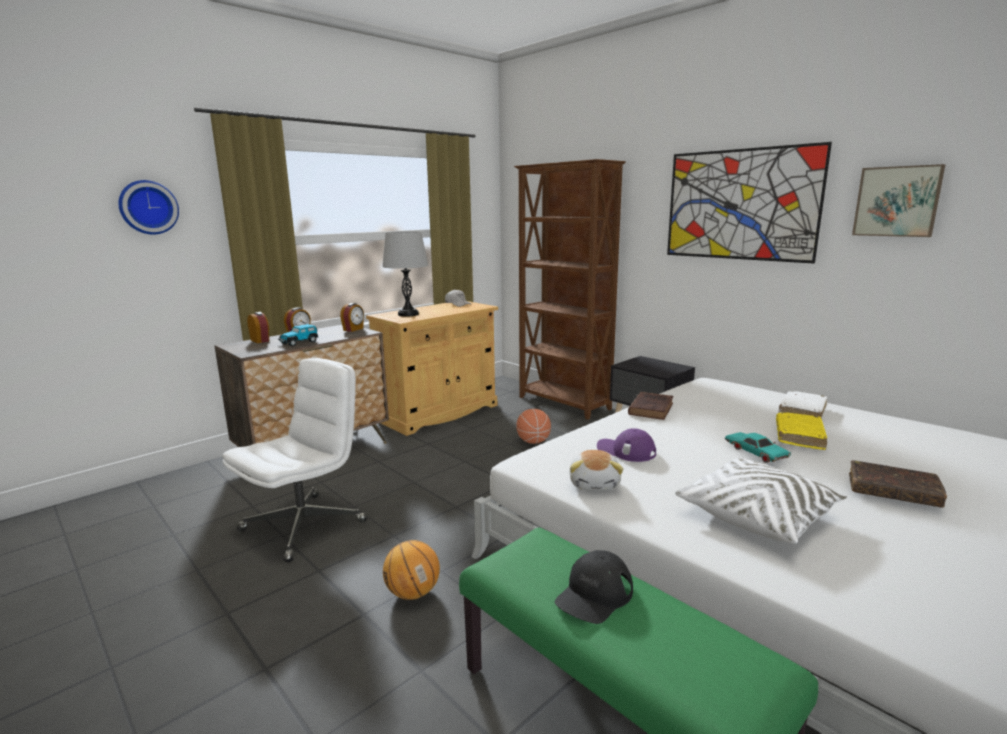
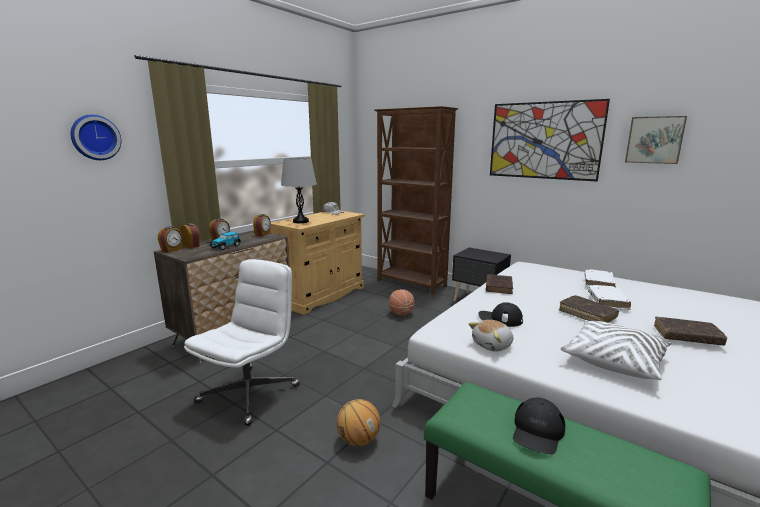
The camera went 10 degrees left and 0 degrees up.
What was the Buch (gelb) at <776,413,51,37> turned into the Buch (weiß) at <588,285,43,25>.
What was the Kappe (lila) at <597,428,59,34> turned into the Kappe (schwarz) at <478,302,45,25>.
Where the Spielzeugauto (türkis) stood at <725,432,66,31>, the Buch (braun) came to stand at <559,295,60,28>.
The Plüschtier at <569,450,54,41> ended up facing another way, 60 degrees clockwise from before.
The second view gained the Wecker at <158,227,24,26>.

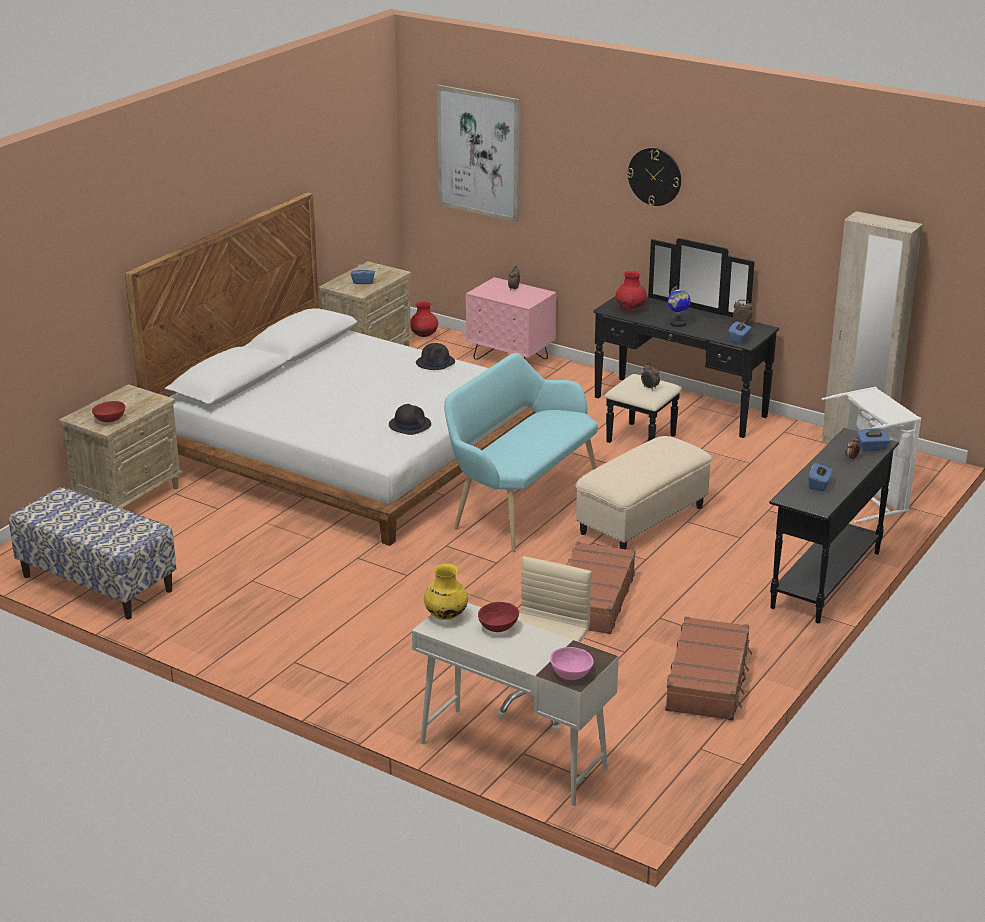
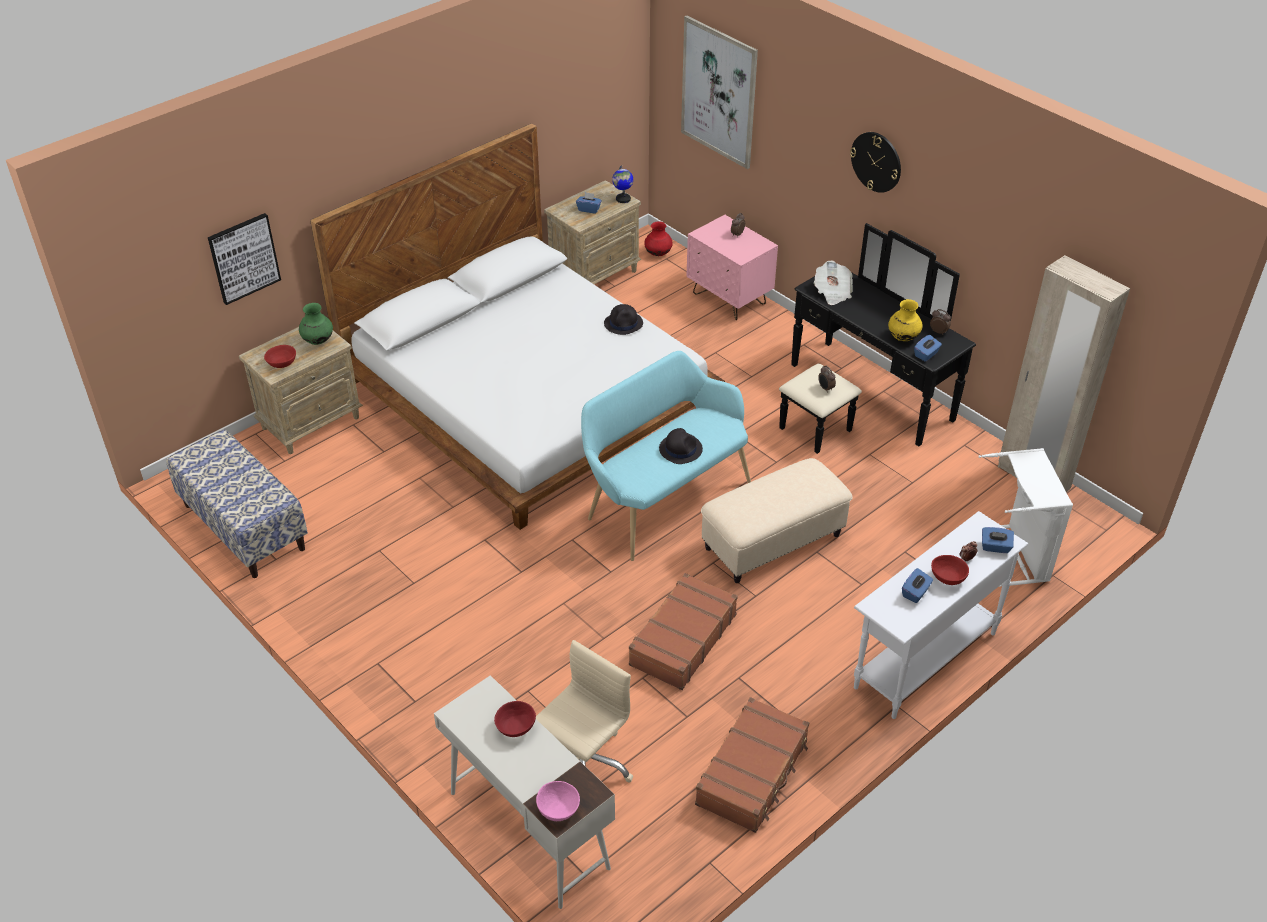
The camera went 15 degrees right and 15 degrees up.
Where the Vase (rot) stood at <615,271,32,40>, the Zeitung came to stand at <814,261,39,44>.
The Globus ended up elsewhere, having gone from <668,286,23,41> to <612,165,21,38>.
The Hut (schwarz) ended up elsewhere, having gone from <389,404,42,31> to <659,428,44,36>.
What was the Konsolentisch (schwarz) at <769,428,130,196> turned into the Konsolentisch (weiß) at <854,511,174,208>.
The Vase (gelb) ended up elsewhere, having gone from <424,564,44,56> to <888,299,35,42>.
The second view gained the Bild at <208,213,73,92>.
The second view gained the Vase (grün) at <299,303,34,42>.
The second view gained the Schüssel (rot) at <931,555,38,30>.

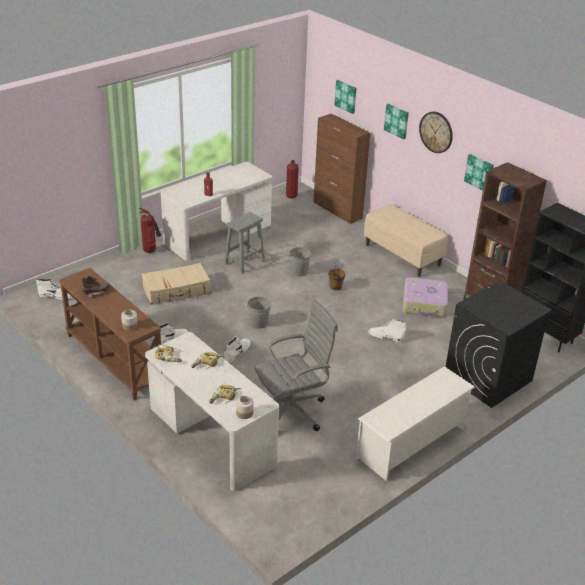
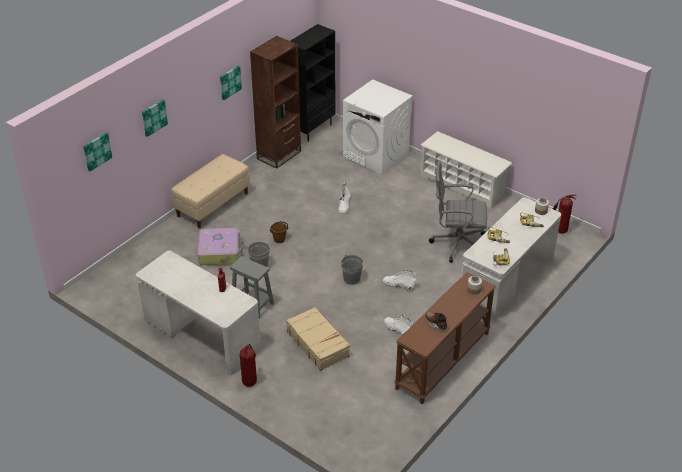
The camera went 100 degrees left and 5 degrees up.
The second view lost the Wanduhr at <419,112,34,41>.
The second view lost the Schrank (braun) at <314,114,56,110>.
The Feuerlöscher ended up elsewhere, having gone from <286,160,13,39> to <553,195,24,39>.
The Koffer ended up elsewhere, having gone from <403,277,45,40> to <197,228,47,37>.
The second view lost the Stiefel (weiß) at <36,279,36,21>.
What was the Waschmaschine (schwarz) at <446,280,106,128> turned into the Waschmaschine (weiß) at <343,79,70,96>.
The Bürostuhl (grau) at <254,300,84,131> ended up facing another way, 45 degrees counterclockwise from before.

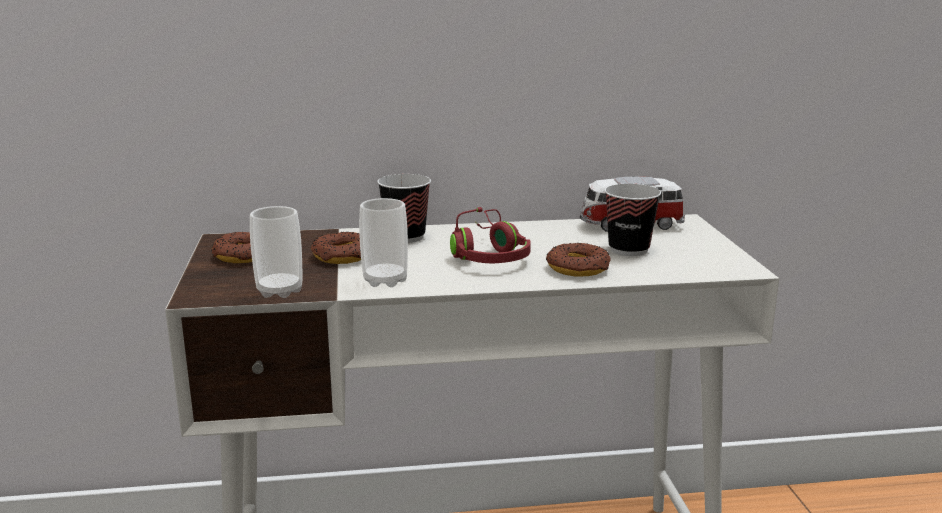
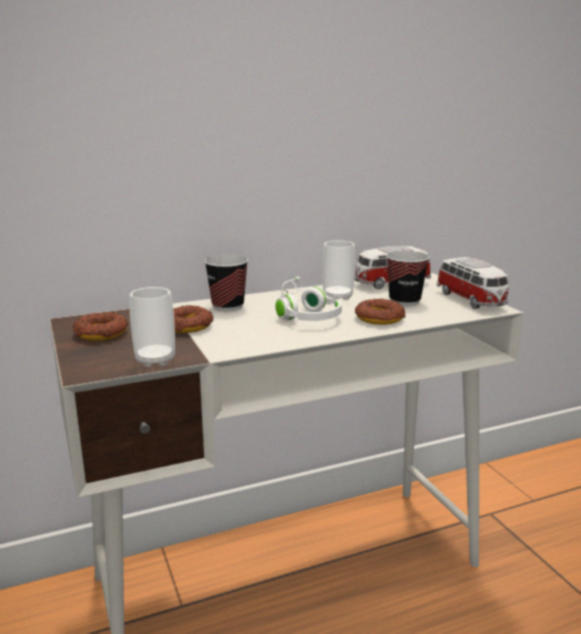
The camera went 15 degrees left and 0 degrees up.
The Tasse ended up elsewhere, having gone from <359,198,49,89> to <322,240,33,60>.
What was the Kopfhörer (rot) at <450,207,81,56> turned into the Kopfhörer (weiß) at <275,277,67,44>.
The second view gained the Spielzeugauto at <436,257,73,52>.

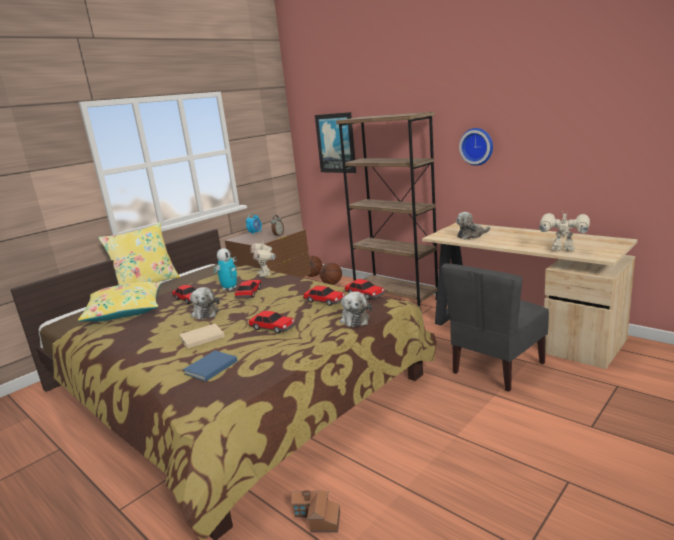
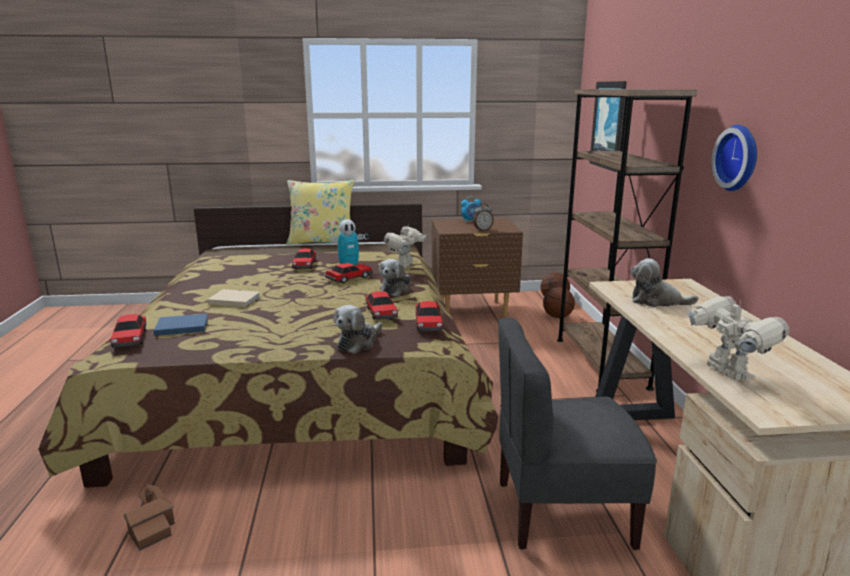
The camera went 40 degrees right and 0 degrees up.
The second view lost the Kissen (gelb) at <78,282,83,39>.
The Plüschtier ended up elsewhere, having gone from <190,287,29,33> to <379,259,31,38>.
The Spielzeugauto ended up elsewhere, having gone from <249,310,47,24> to <110,314,36,33>.

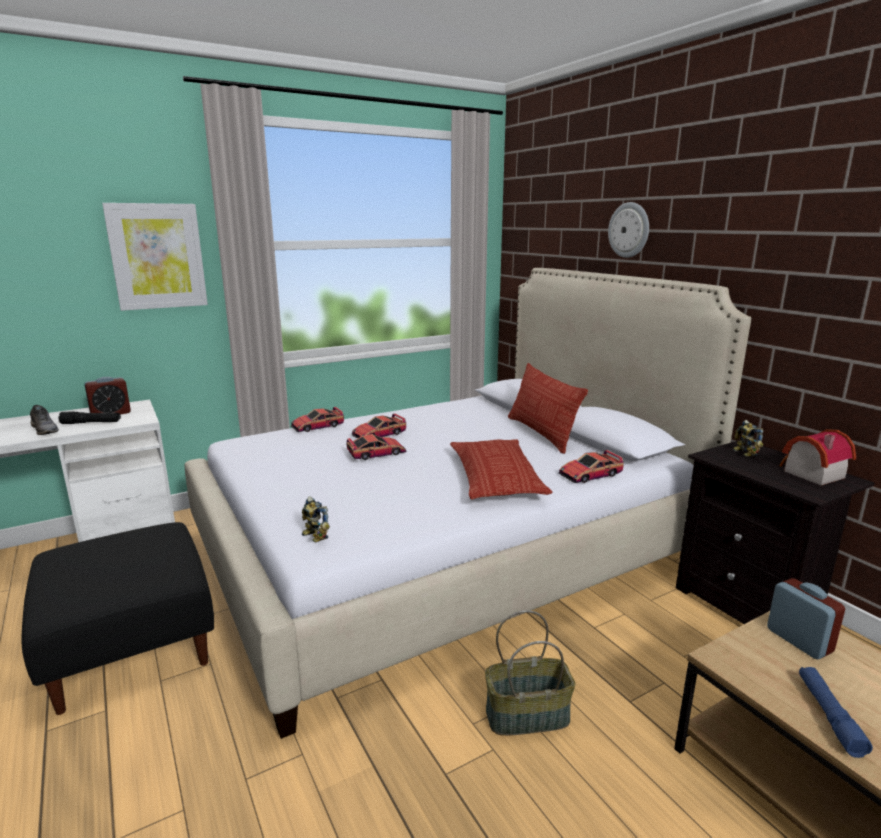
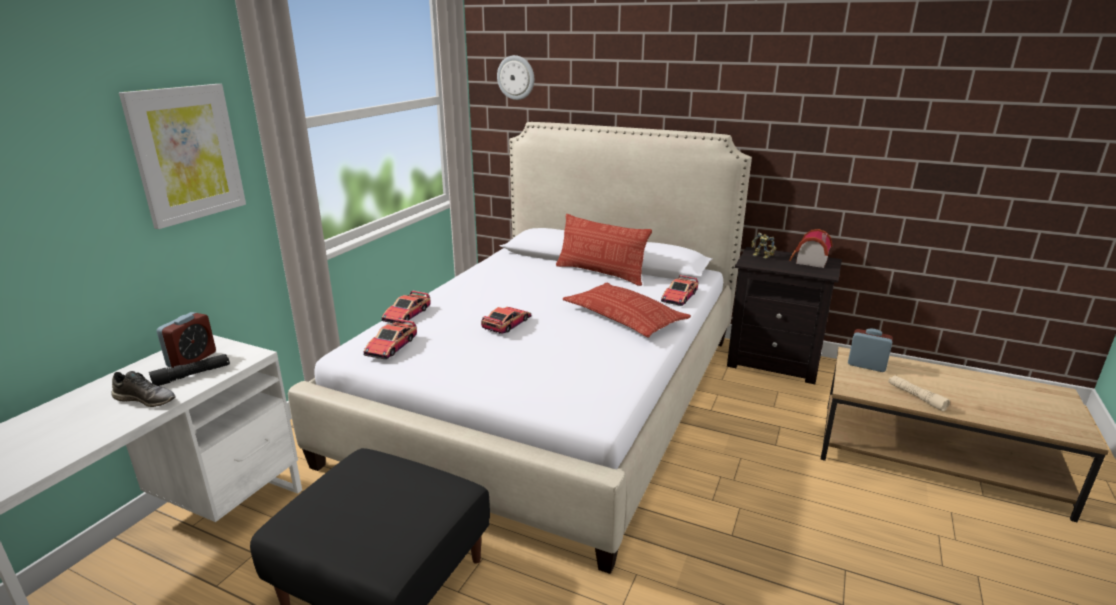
The camera went 35 degrees left and 5 degrees up.
The Wanduhr ended up elsewhere, having gone from <608,202,41,56> to <497,55,37,45>.
The Spielzeugauto ended up elsewhere, having gone from <352,414,54,24> to <363,319,54,40>.
The second view lost the Spielzeugroboter at <302,496,28,47>.
The second view lost the Korb at <485,610,91,126>.
What was the Taschenlampe (blau) at <799,667,74,91> turned into the Taschenlampe (beige) at <889,375,61,36>.

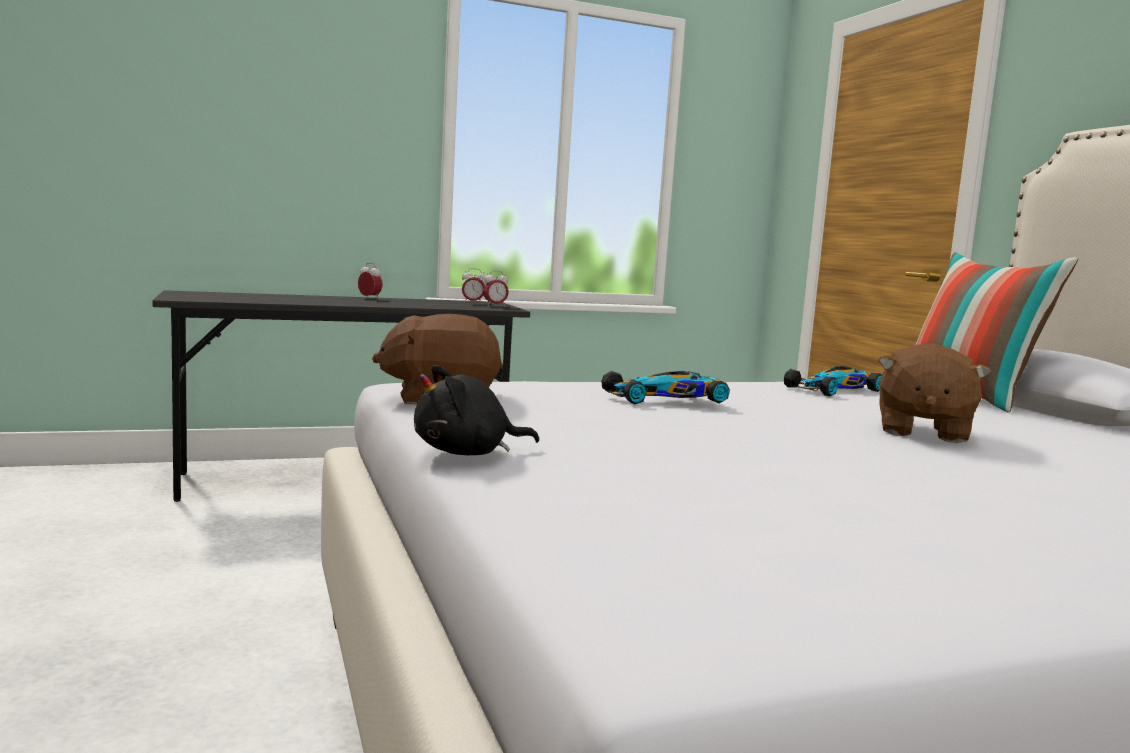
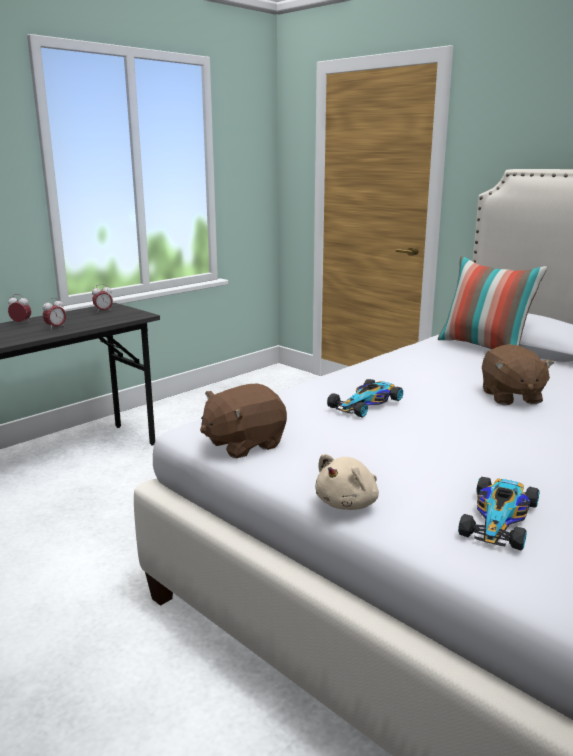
The camera went 25 degrees left and 10 degrees up.
The Wecker ended up elsewhere, having gone from <483,271,26,36> to <43,298,23,32>.
What was the Plüschtier (schwarz) at <414,365,125,90> turned into the Plüschtier (beige) at <315,454,64,56>.
The Spielzeugauto ended up elsewhere, having gone from <784,366,98,30> to <458,477,82,74>.

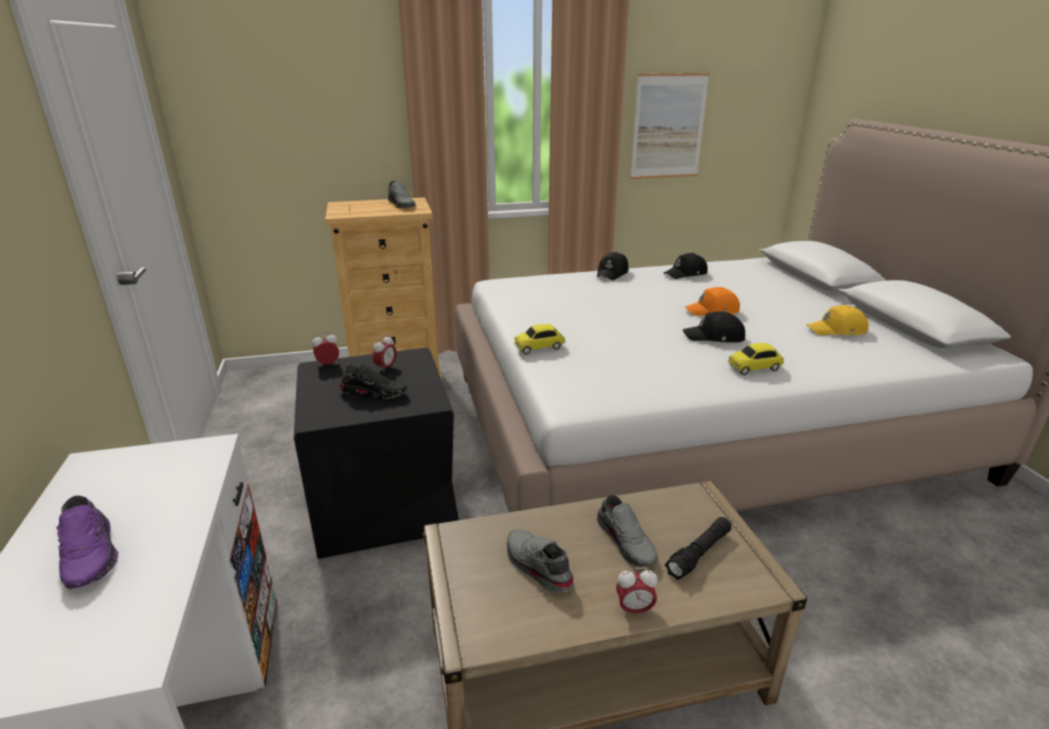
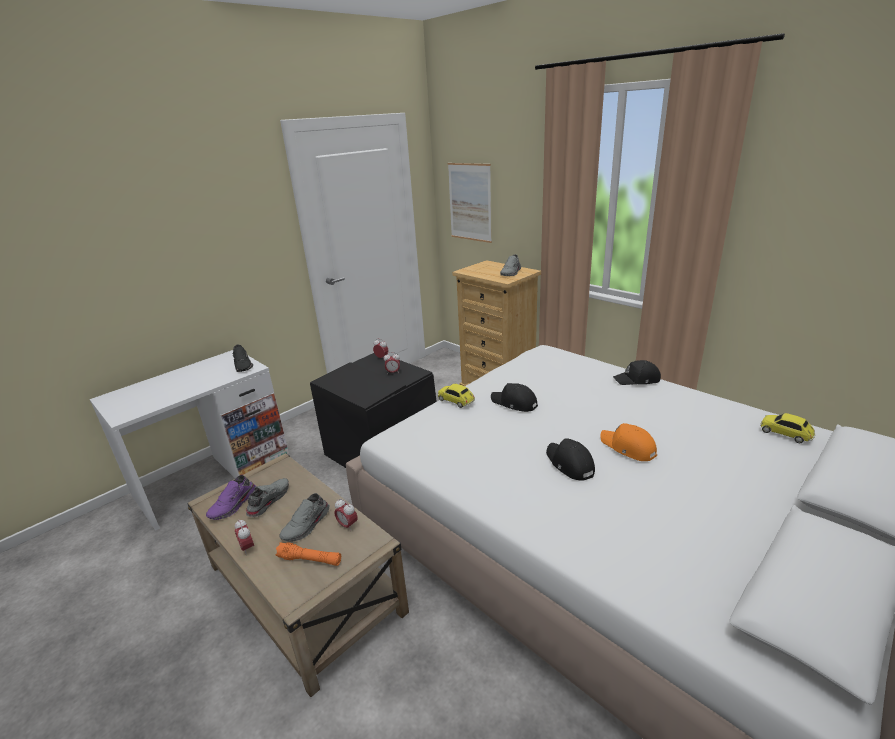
The camera went 60 degrees right and 0 degrees up.
The Bild ended up elsewhere, having gone from <630,73,80,106> to <448,163,44,80>.
The Kappe (schwarz) ended up elsewhere, having gone from <664,253,44,26> to <491,383,47,29>.
The second view lost the Kappe (gelb) at <807,305,61,30>.
The Spielzeugauto ended up elsewhere, having gone from <728,343,56,32> to <760,413,55,30>.
The Schuh (schwarz) ended up elsewhere, having gone from <339,364,69,35> to <233,345,20,27>.
The Schuh (lila) ended up elsewhere, having gone from <56,495,62,94> to <206,475,50,45>.
What was the Taschenlampe (schwarz) at <665,517,67,63> turned into the Taschenlampe (orange) at <276,542,65,24>.
The second view gained the Wecker at <334,499,24,32>.

